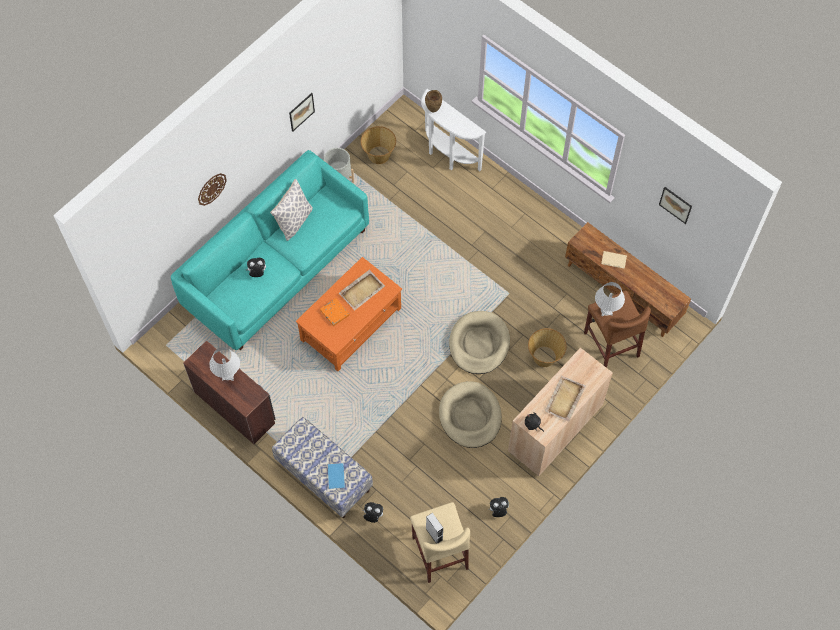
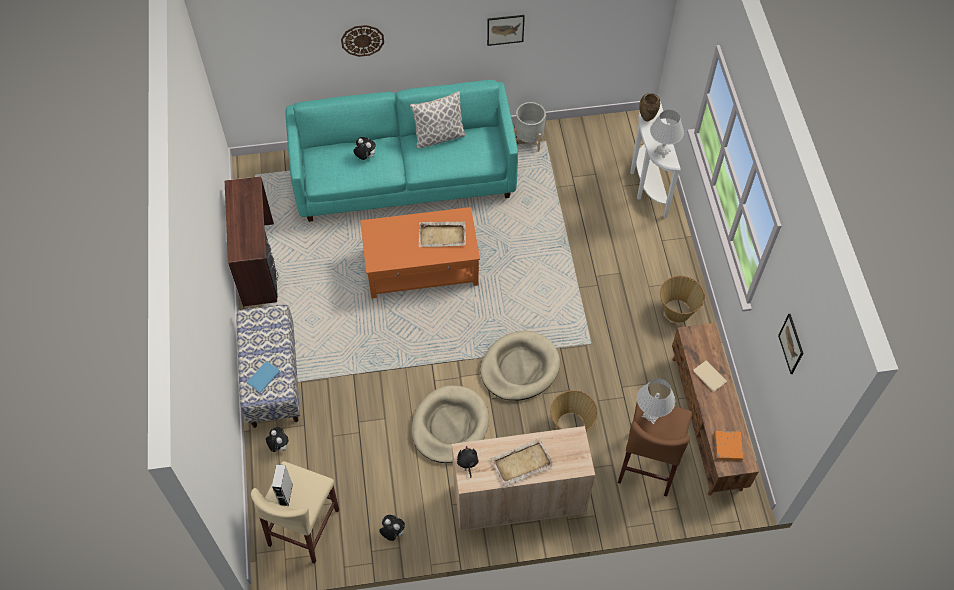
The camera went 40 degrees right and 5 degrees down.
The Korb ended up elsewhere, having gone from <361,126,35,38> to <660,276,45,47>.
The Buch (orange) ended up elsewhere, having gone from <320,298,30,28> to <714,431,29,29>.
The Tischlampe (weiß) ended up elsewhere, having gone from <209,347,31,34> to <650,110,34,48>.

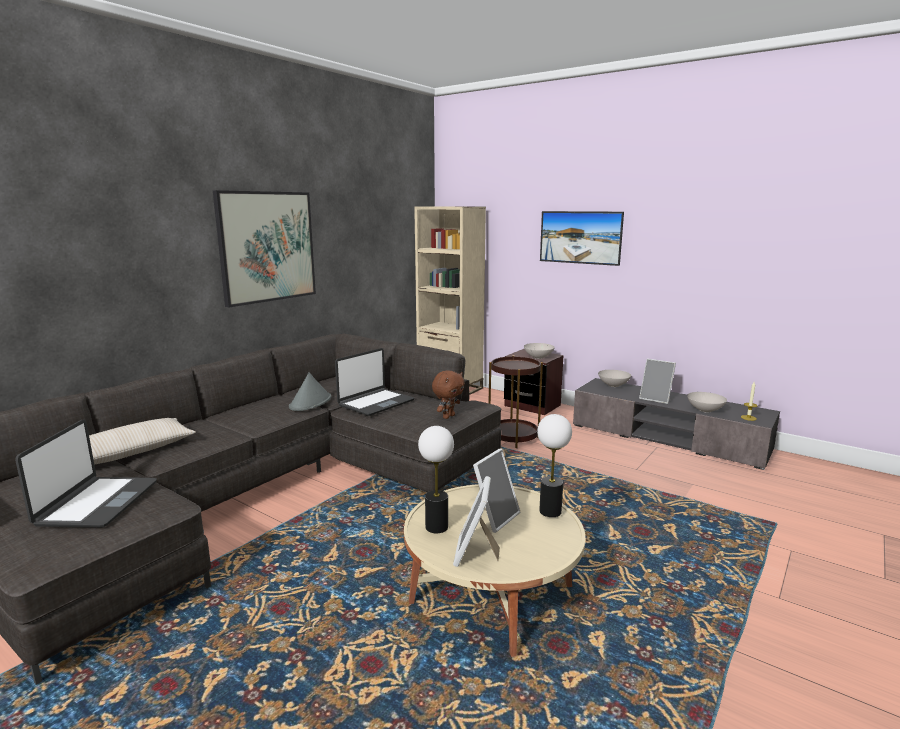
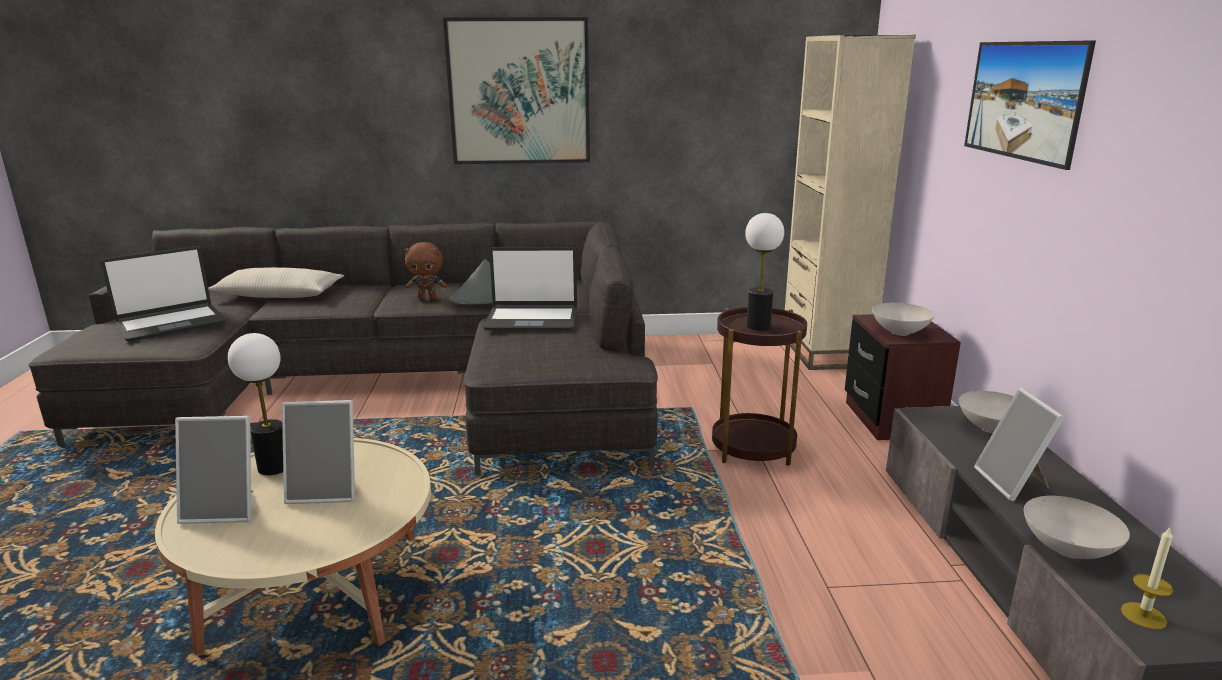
The camera went 50 degrees right and 5 degrees up.
The Plüschtier (braun) ended up elsewhere, having gone from <432,370,33,49> to <404,242,43,58>.
The Tischlampe ended up elsewhere, having gone from <537,414,35,103> to <745,213,39,118>.
The Bilderrahmen at <453,476,47,91> ended up facing another way, 150 degrees counterclockwise from before.

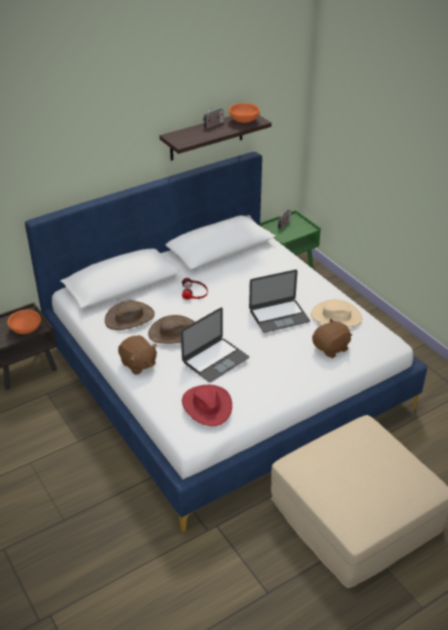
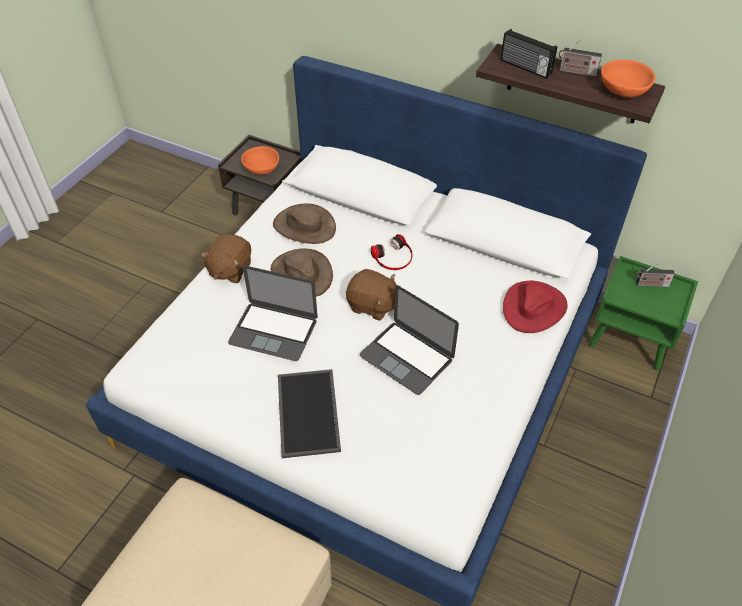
The camera went 60 degrees right and 10 degrees up.
The second view lost the Hut (beige) at <311,299,51,28>.
The Plüschtier (braun) ended up elsewhere, having gone from <312,318,40,40> to <346,269,50,52>.
The Hut (rot) ended up elsewhere, having gone from <182,385,50,41> to <503,280,65,53>.
The second view gained the Radio at <500,29,57,50>.
The second view gained the Tablett at <278,369,63,89>.

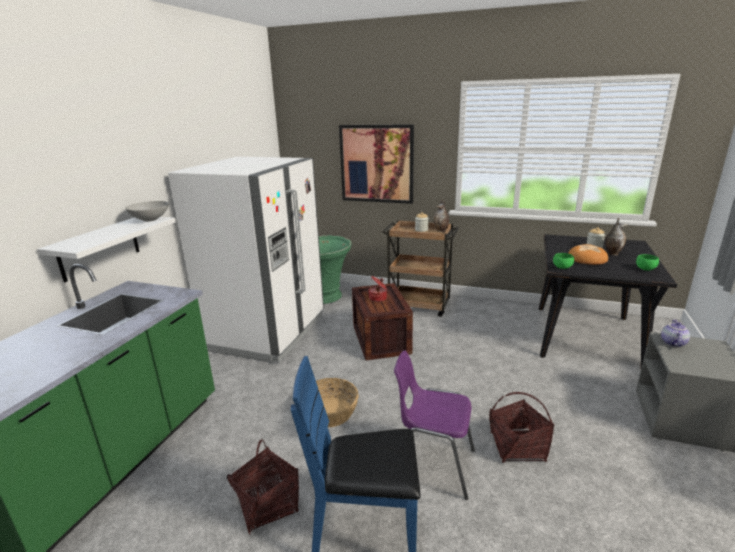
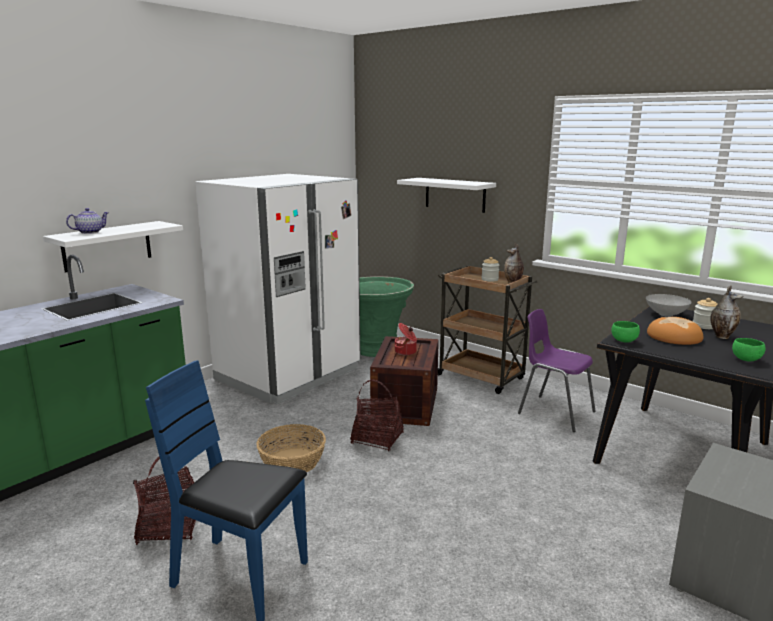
The camera went 20 degrees right and 5 degrees down.
Where the Bild hung at <339,124,75,80>, the Wandregal (weiß) came to hang at <397,178,99,35>.
The Schüssel (grau) ended up elsewhere, having gone from <125,201,44,21> to <646,294,46,23>.
The Teekanne ended up elsewhere, having gone from <661,319,29,28> to <66,208,43,26>.
The Stuhl (lila) ended up elsewhere, having gone from <394,350,81,150> to <518,309,78,123>.
The Korb ended up elsewhere, having gone from <489,392,65,71> to <351,380,53,71>.

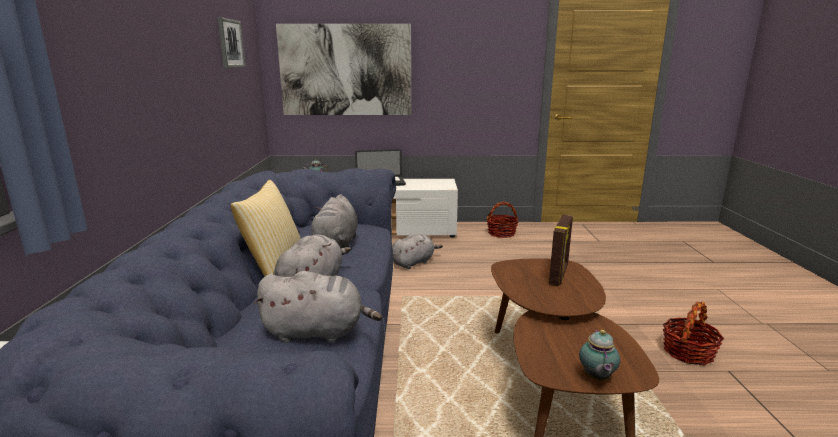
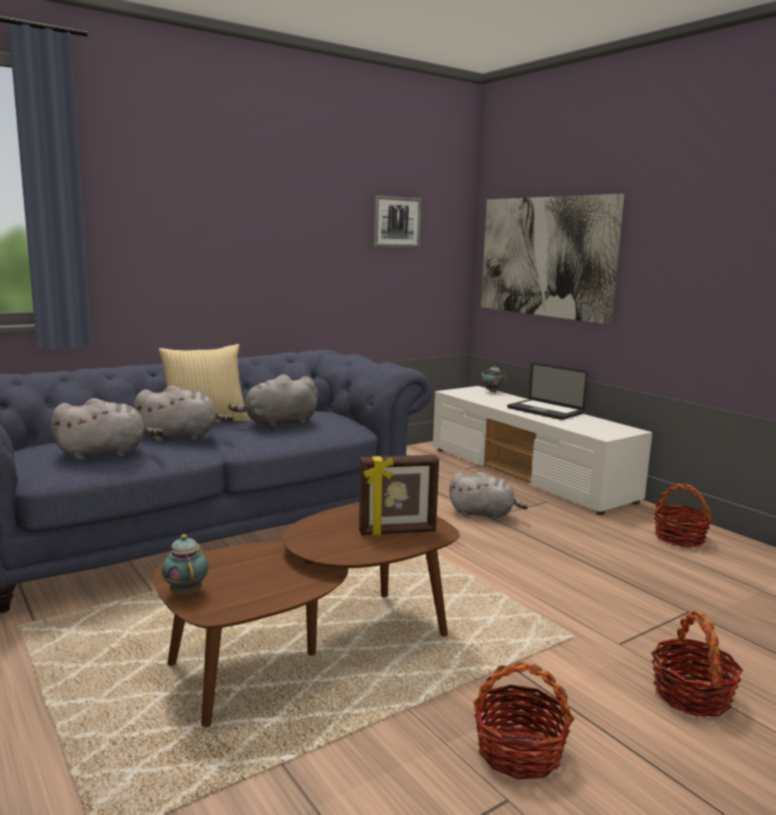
The camera went 55 degrees right and 5 degrees down.
The Plüschtier (grau) at <254,271,128,72> ended up facing another way, 75 degrees counterclockwise from before.
The Teekanne at <579,329,41,52> ended up facing another way, 90 degrees clockwise from before.
The second view gained the Korb at <651,611,92,106>.

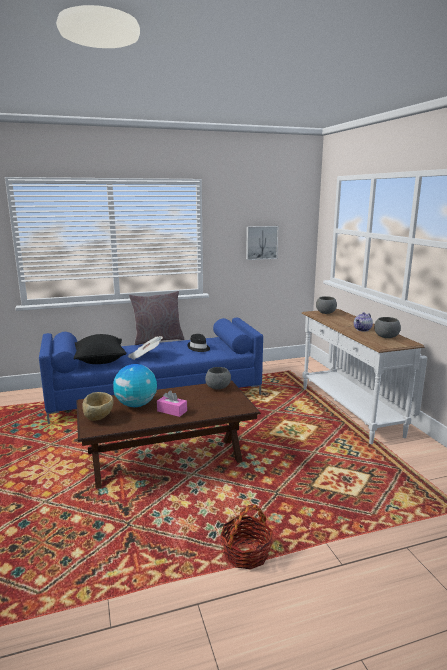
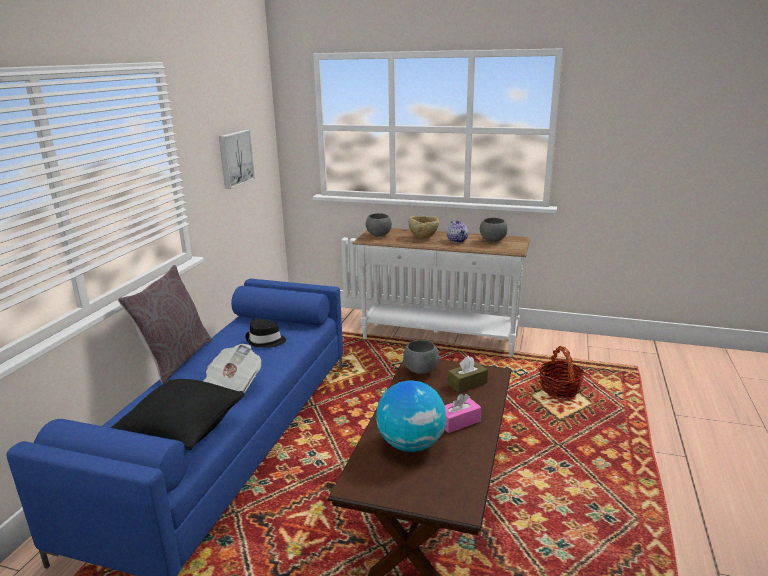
The camera went 55 degrees left and 5 degrees up.
The Schüssel (beige) ended up elsewhere, having gone from <82,392,32,29> to <409,216,30,23>.
The Korb ended up elsewhere, having gone from <220,504,53,66> to <539,346,46,52>.
The second view gained the Taschentuchbox (braun) at <448,356,40,36>.

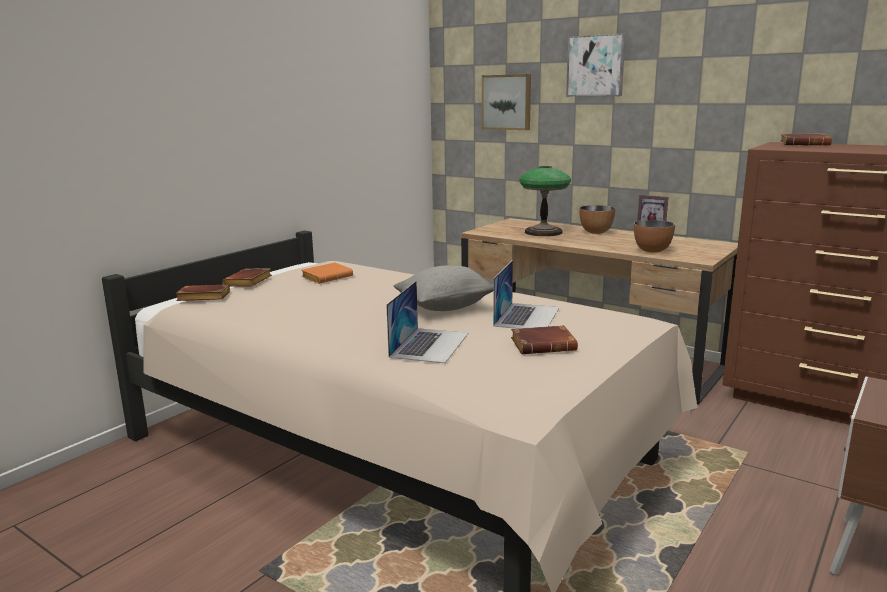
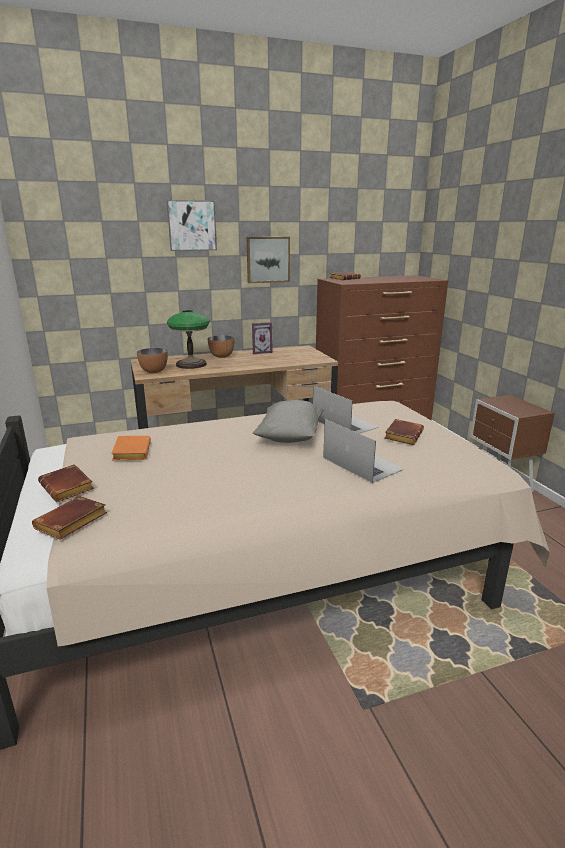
The camera went 55 degrees left and 5 degrees up.
The Bild ended up elsewhere, having gone from <482,74,49,56> to <246,237,44,46>.
The Schüssel ended up elsewhere, having gone from <634,220,41,33> to <137,348,31,25>.

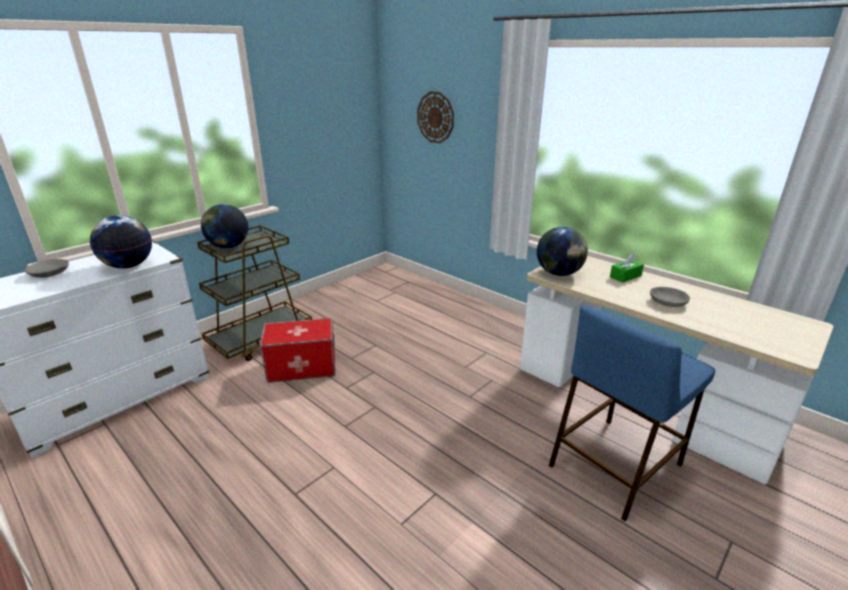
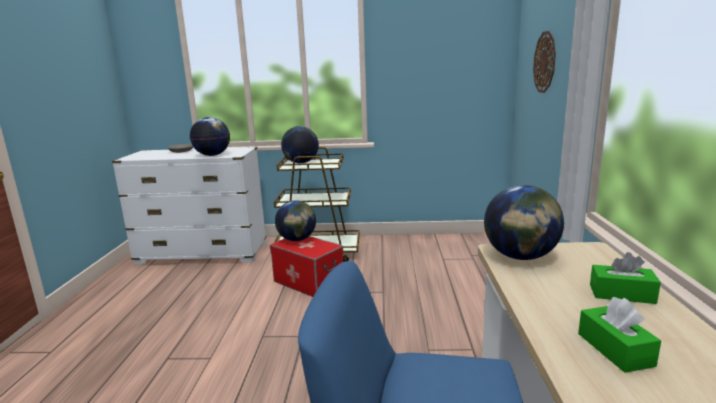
The camera went 50 degrees right and 10 degrees down.
Where the Schüssel (grau) stood at <650,287,40,20>, the Taschentuchbox (grün) came to stand at <578,297,83,76>.
The second view gained the Globus at <275,200,41,41>.

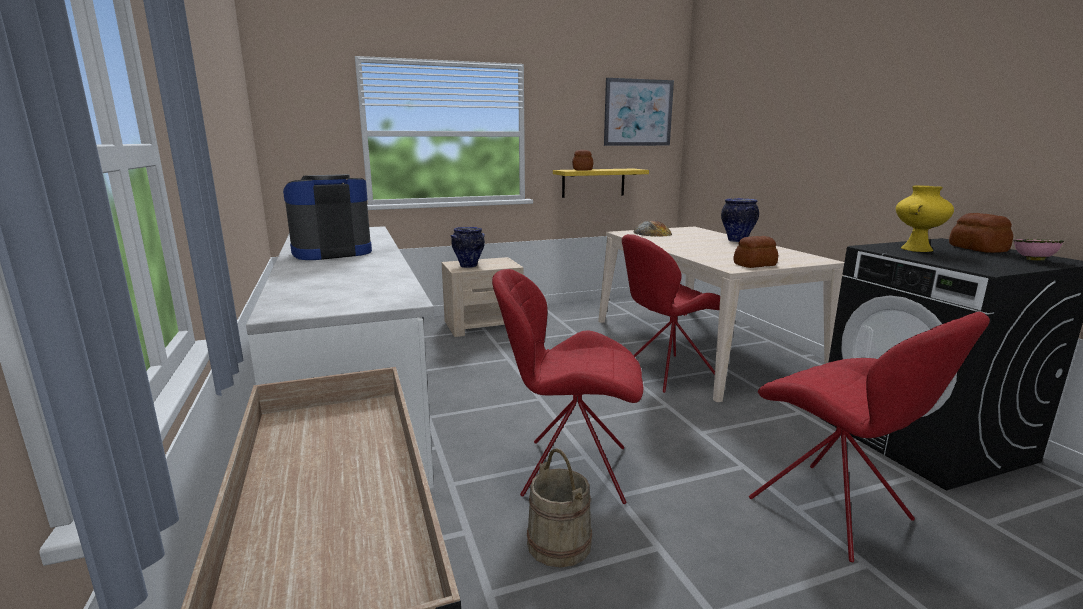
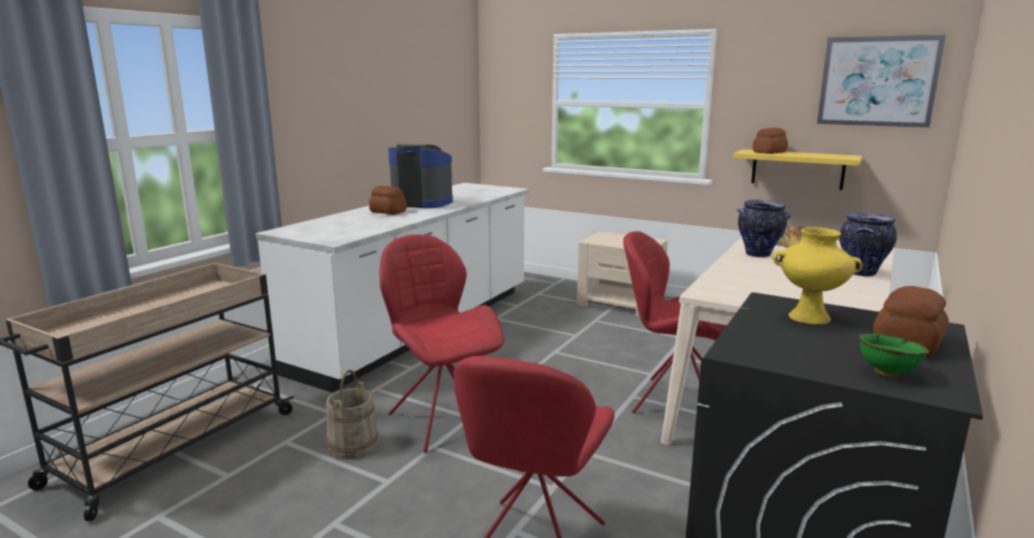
The camera went 50 degrees right and 0 degrees up.
The Vase ended up elsewhere, having gone from <451,227,34,41> to <737,200,54,57>.
The Brot ended up elsewhere, having gone from <734,236,44,32> to <369,186,38,29>.
What was the Schüssel (rosa) at <1013,239,51,22> turned into the Schüssel (grün) at <859,334,70,43>.

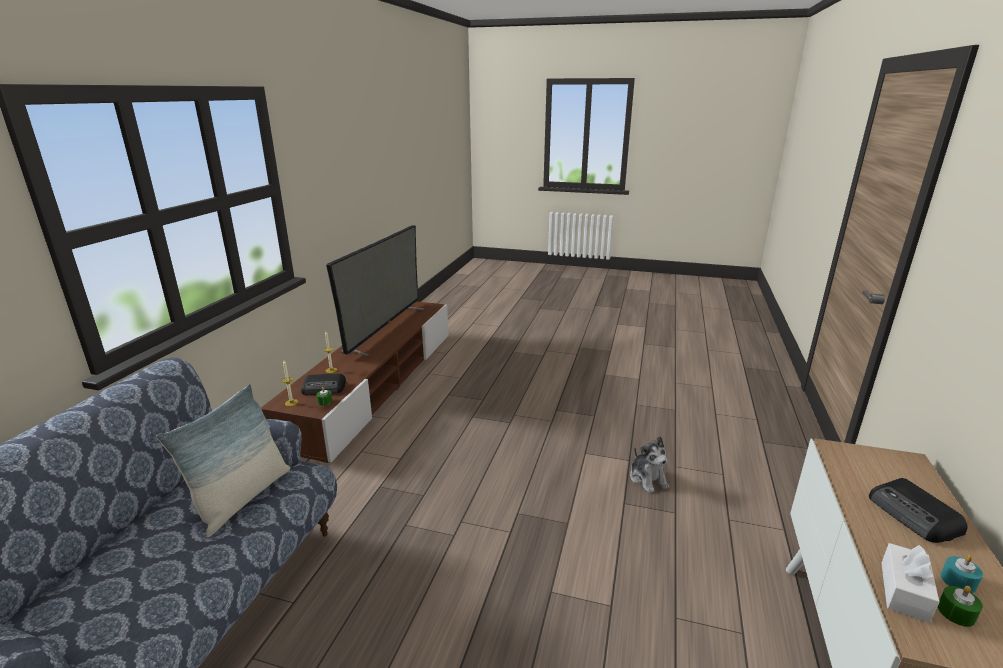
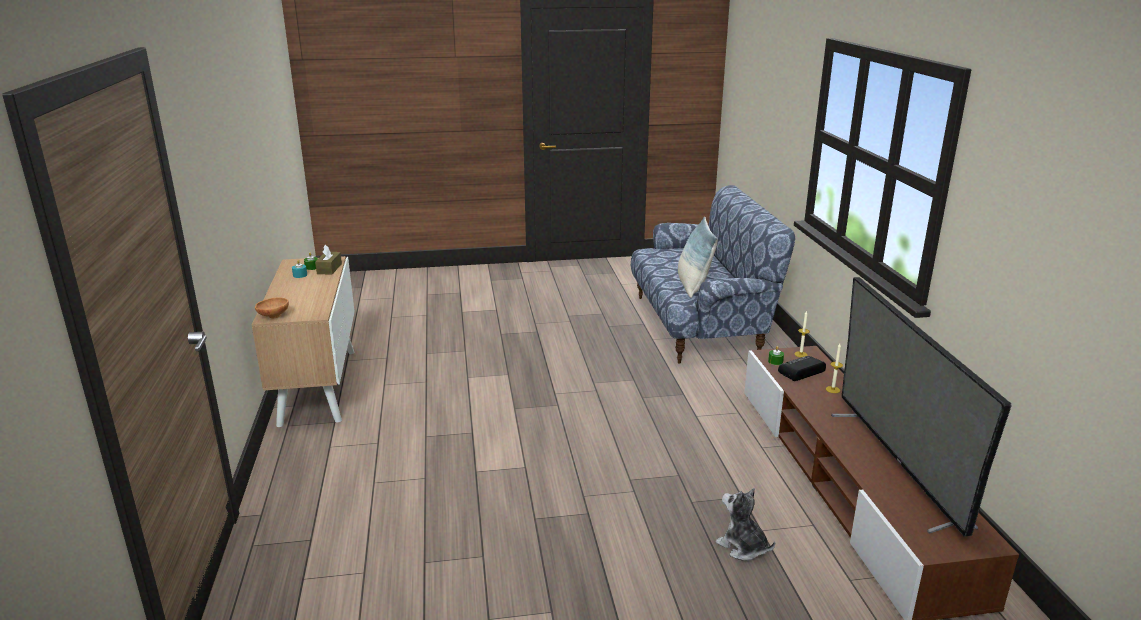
The camera went 155 degrees right and 0 degrees up.
The Plüschtier ended up elsewhere, having gone from <630,436,39,57> to <716,488,59,73>.
The second view lost the Radio at <869,478,99,65>.
What was the Taschentuchbox (weiß) at <881,543,58,80> turned into the Taschentuchbox (braun) at <315,245,27,29>.
The second view gained the Schüssel (braun) at <255,298,34,21>.

